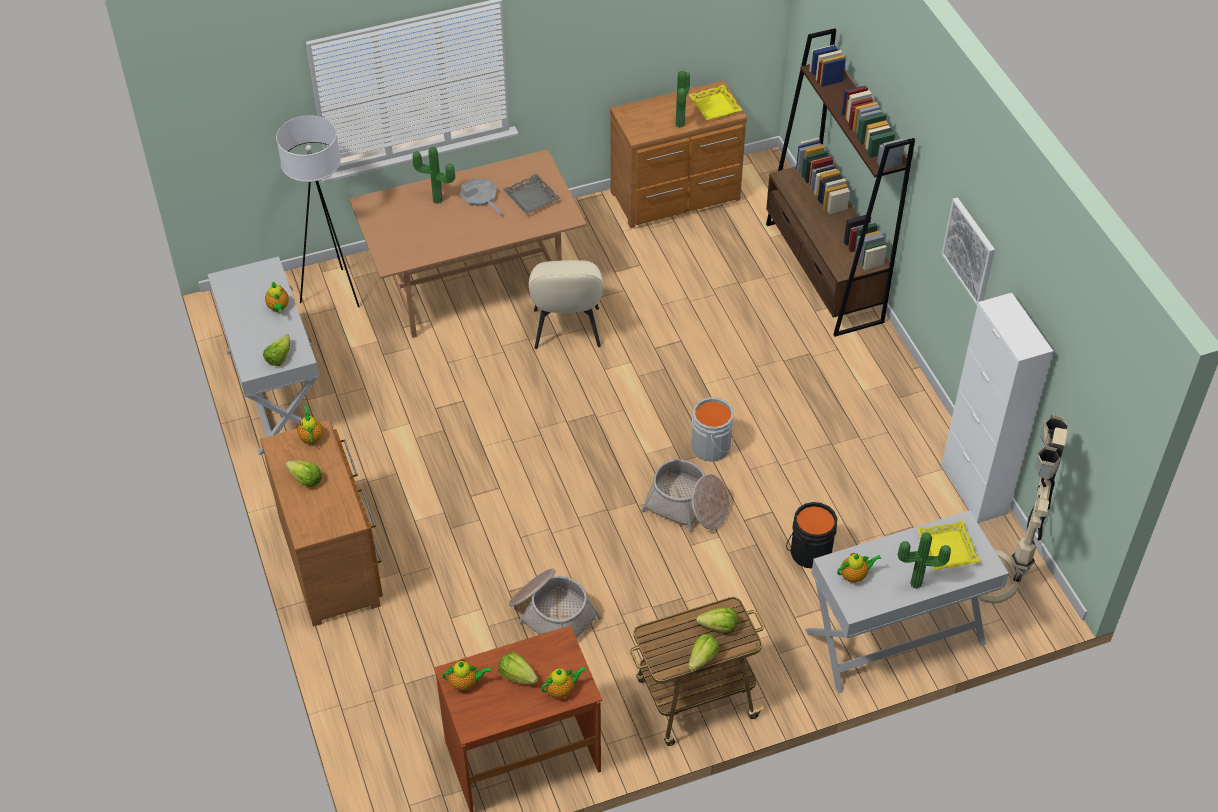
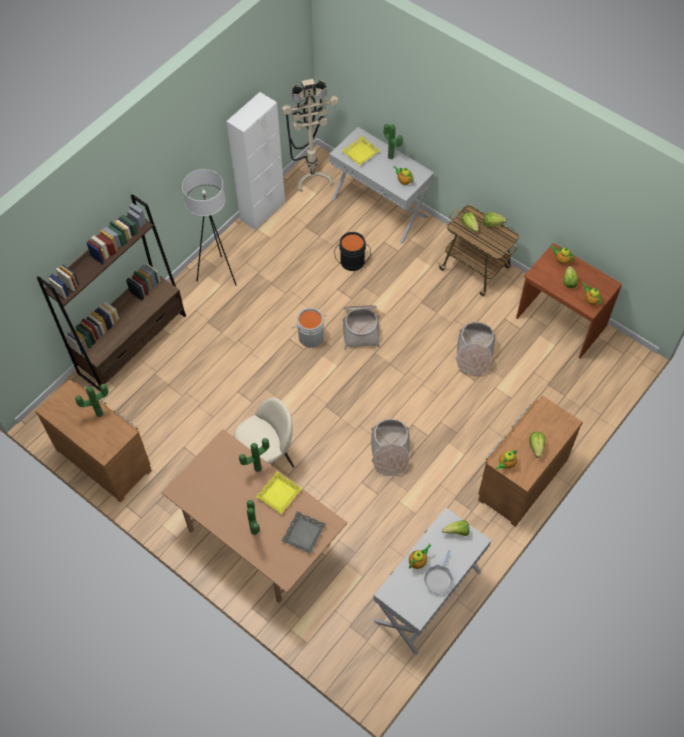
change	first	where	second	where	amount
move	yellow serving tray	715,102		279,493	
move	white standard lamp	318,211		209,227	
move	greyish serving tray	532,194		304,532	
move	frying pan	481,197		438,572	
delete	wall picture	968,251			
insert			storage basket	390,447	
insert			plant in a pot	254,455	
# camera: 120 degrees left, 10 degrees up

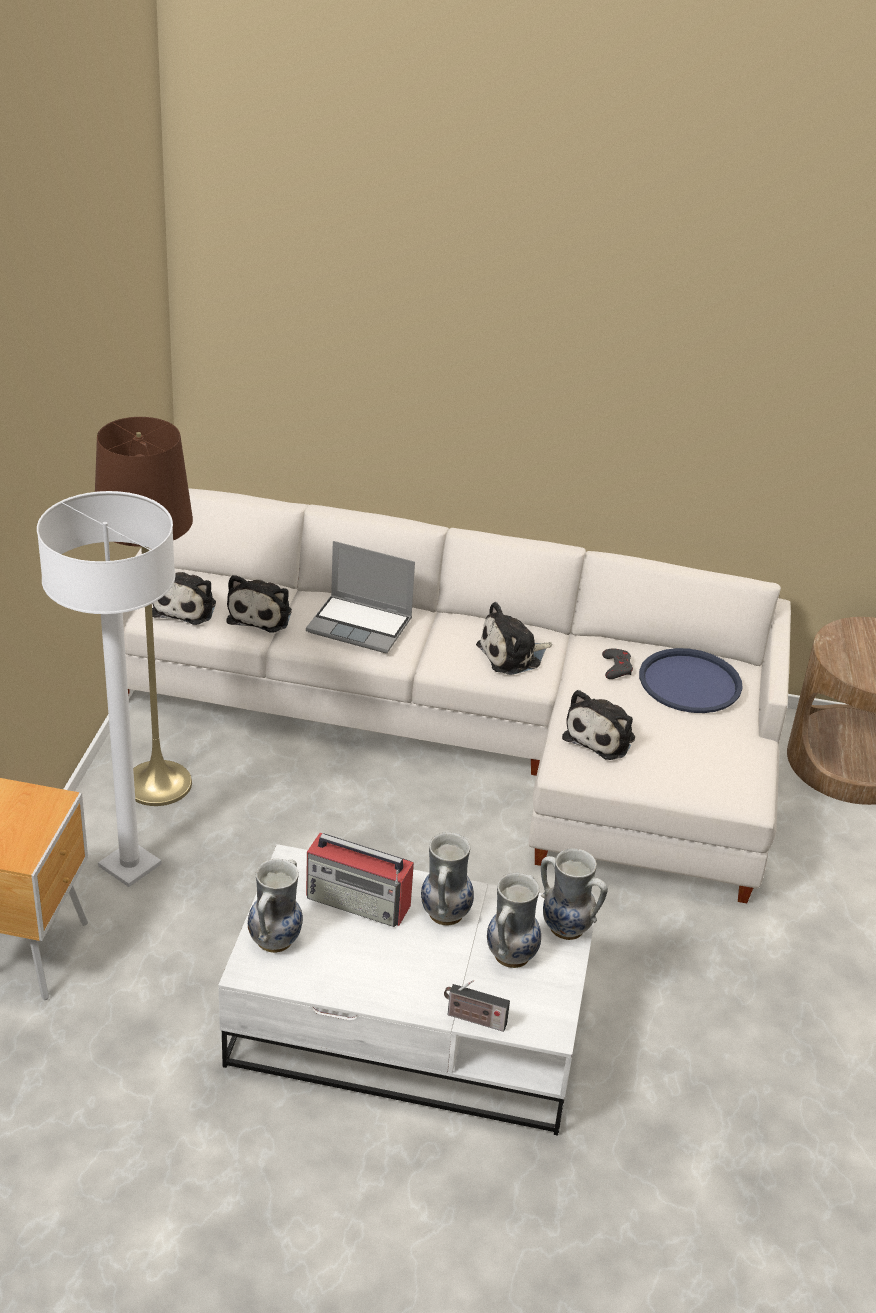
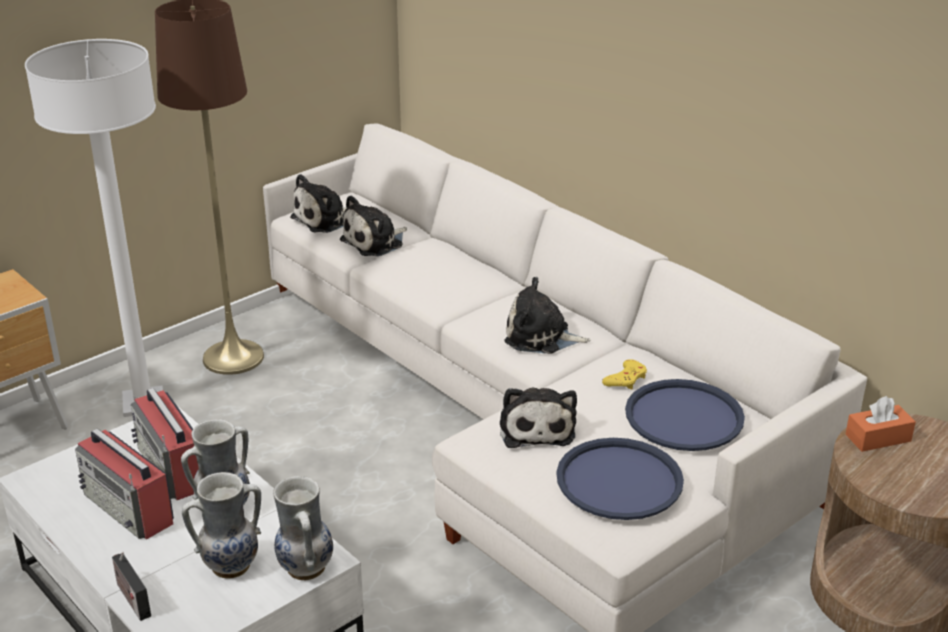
change	first	where	second	where	amount
delete	portable computer	360,597			
recolor	greyish gamepad	617,663	yellow gamepad	624,374	
rotate	plush toy	598,725		538,417	75 degrees counterclockwise
delete	decorative vase	275,905			
insert			orangey tissue holder	880,424	
insert			radio receiver	124,484	
insert			bluish serving tray	620,479	
# camera: 40 degrees right, 5 degrees down

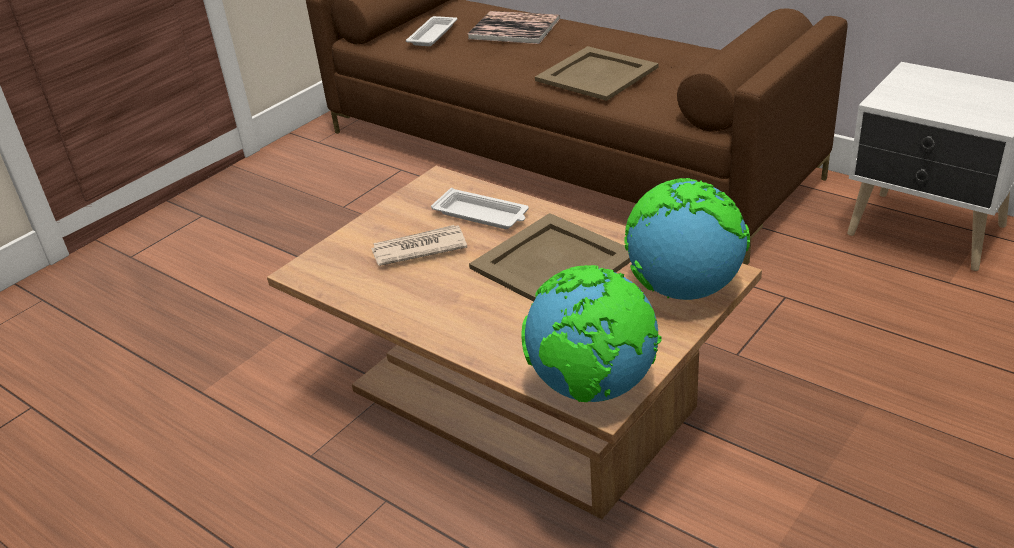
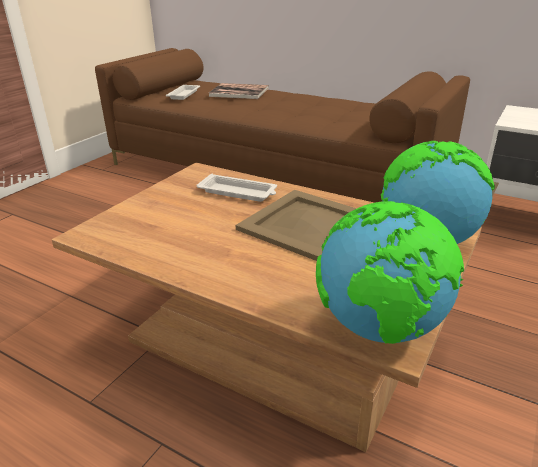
change	first	where	second	where	amount
delete	beige-coloured serving tray	597,73			
delete	daily paper	419,245			
# camera: 10 degrees left, 5 degrees down

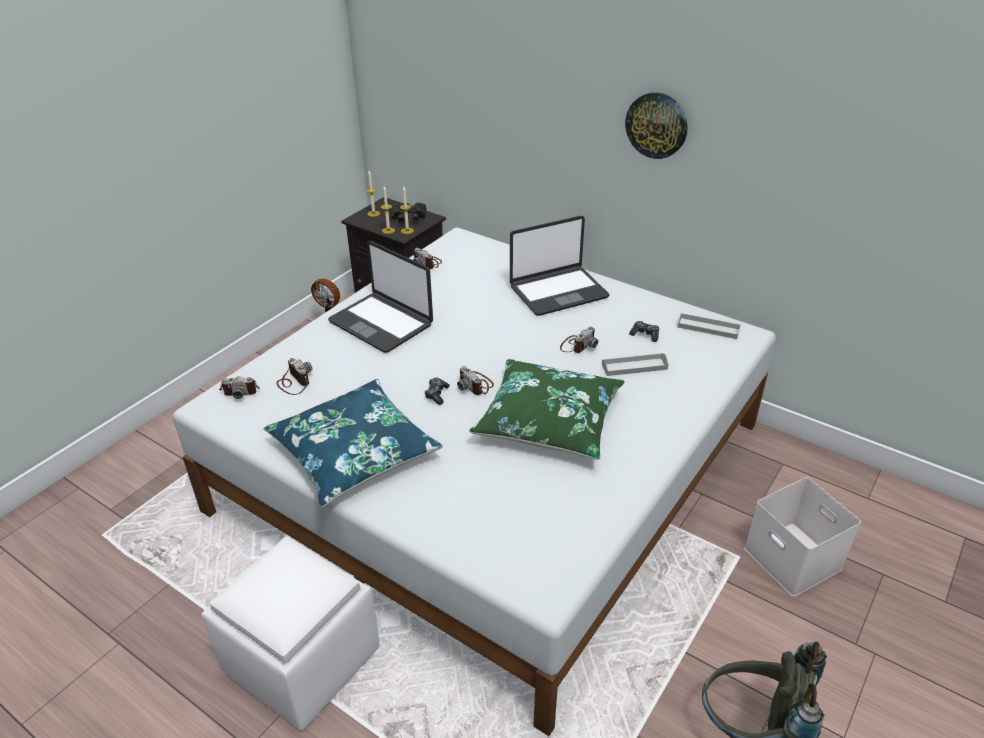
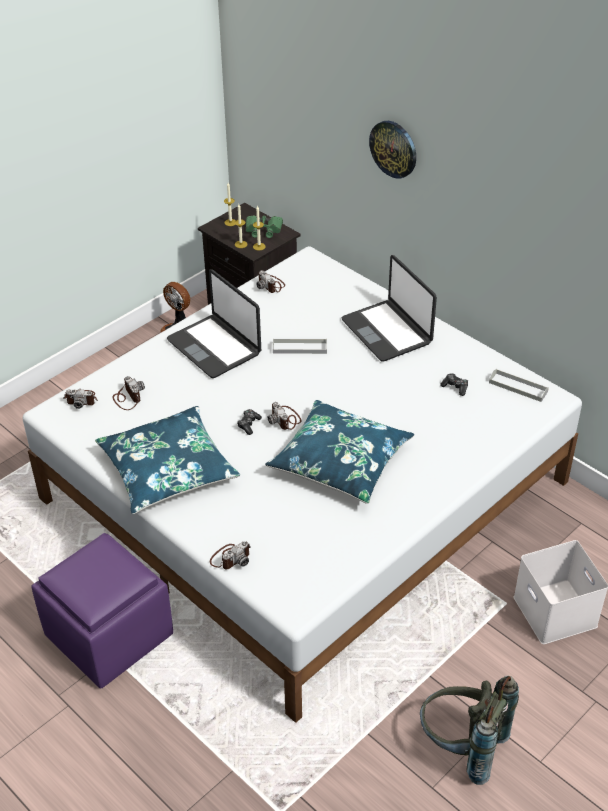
change	first	where	second	where	amount
move	wall clock	656,125		392,149	
recolor	black binoculars	407,213	green-coloured binoculars	264,226	
rotate	portable computer	559,266		389,308	75 degrees clockwise
move	still camera	579,339		230,555	
move	greyish serving tray	635,364		300,346	
recolor	green-coloured cushion	546,409	bluish cushion	339,452	
recolor	white footrest	290,634	purple-coloured footrest	102,611	
# camera: 10 degrees right, 5 degrees up

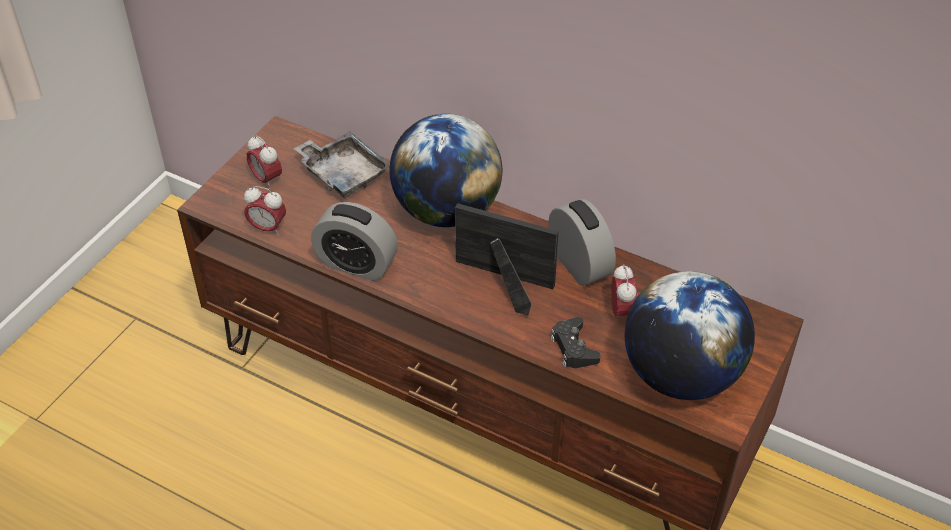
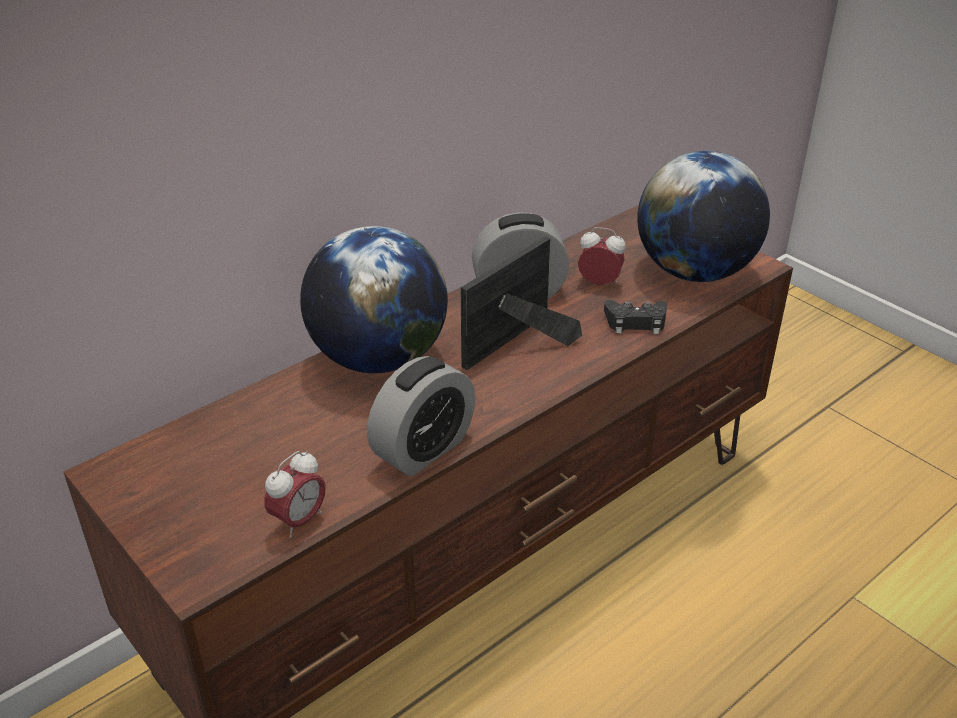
change	first	where	second	where	amount
delete	greyish serving tray	342,164			
delete	bedside clock	264,162			
# camera: 70 degrees left, 10 degrees down

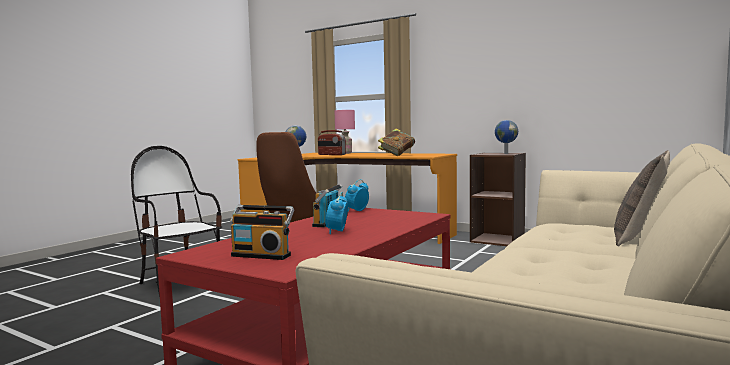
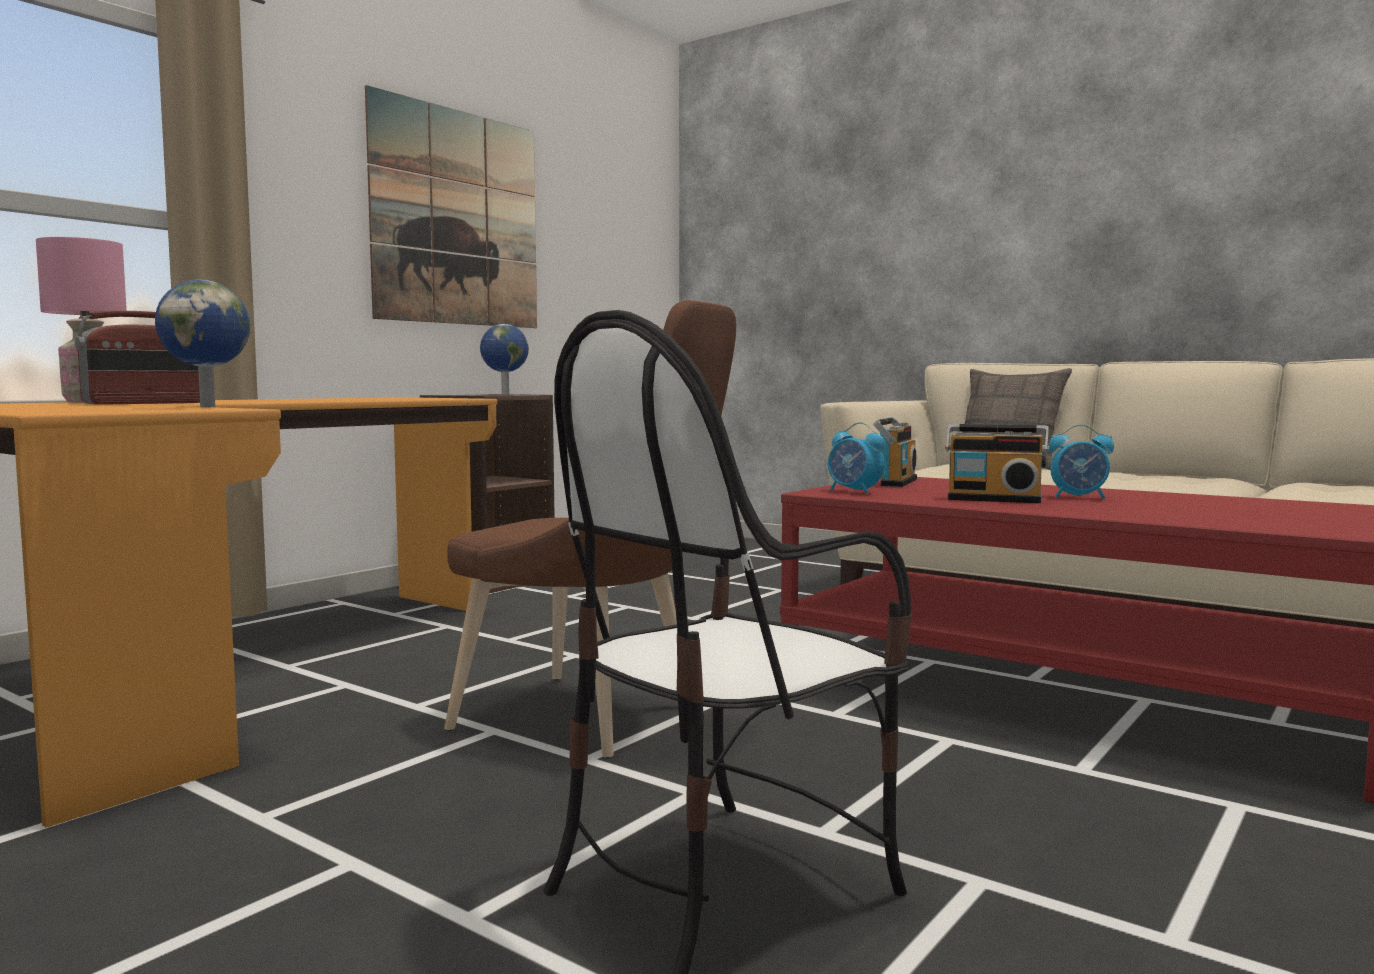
change	first	where	second	where	amount
delete	book	396,142			
move	radio receiver	262,232		895,452	
insert			wall picture	451,206	
# camera: 85 degrees left, 0 degrees up

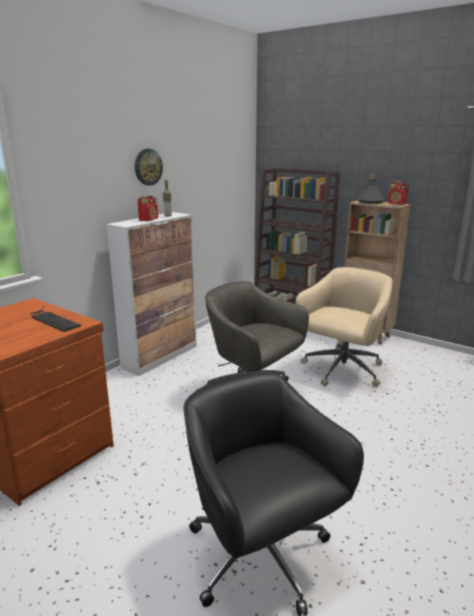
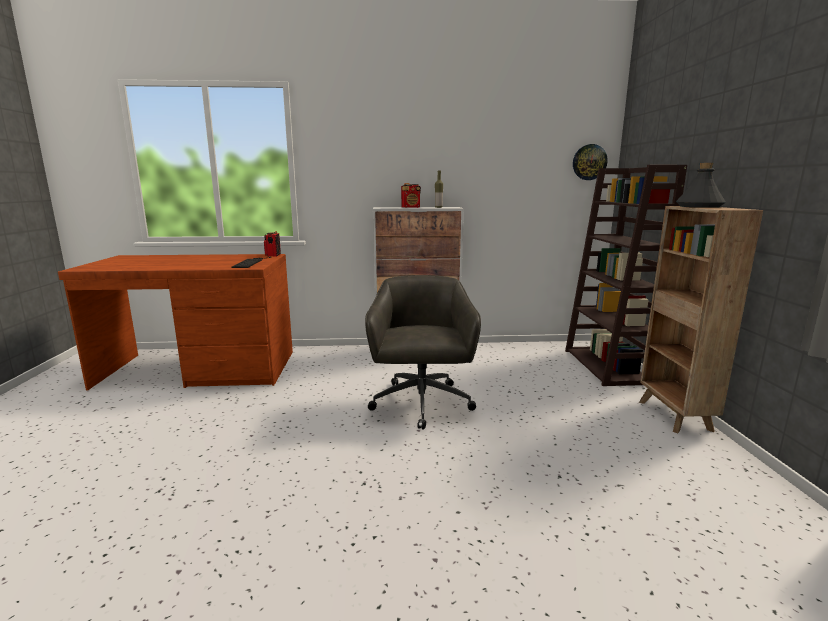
change	first	where	second	where	amount
move	wall clock	149,167		590,162	
move	radio receiver	398,193		272,244	
delete	beige-coloured desk chair	344,327			
delete	black desk chair	274,494			
# camera: 50 degrees right, 5 degrees down

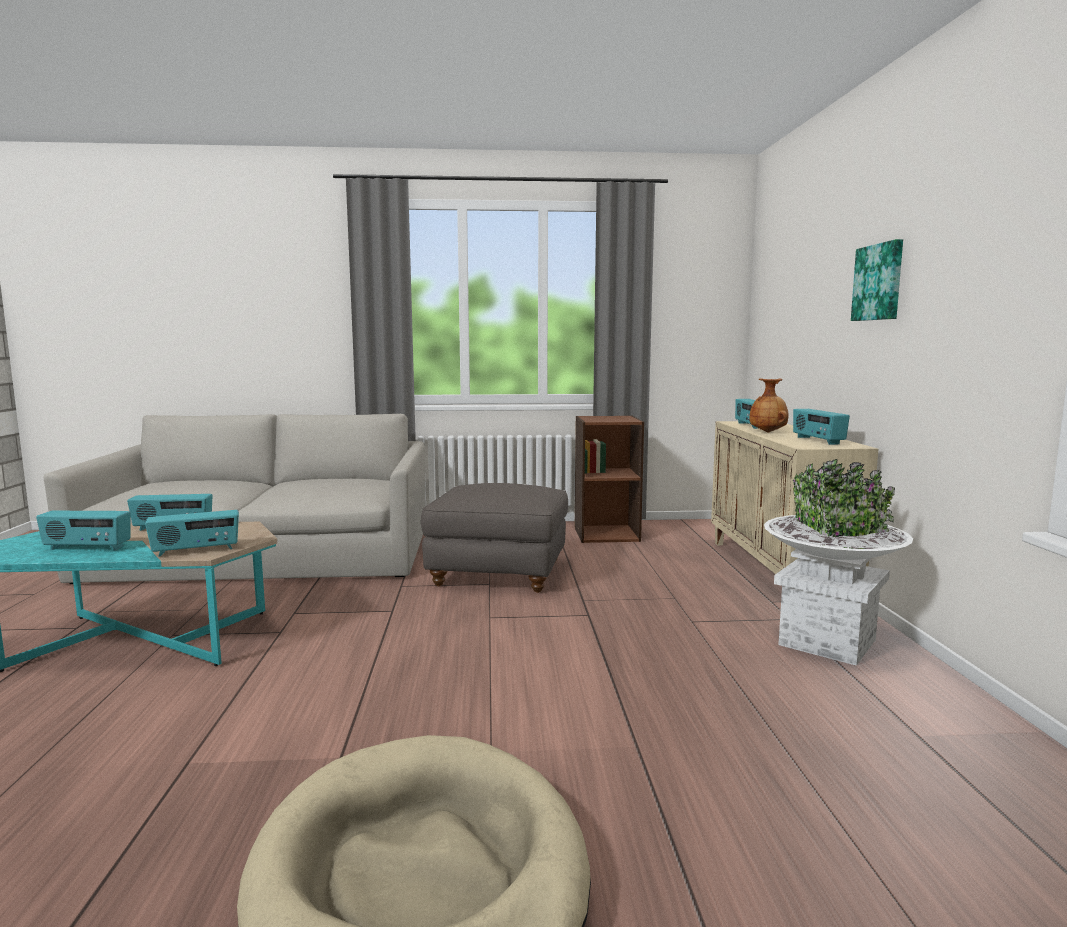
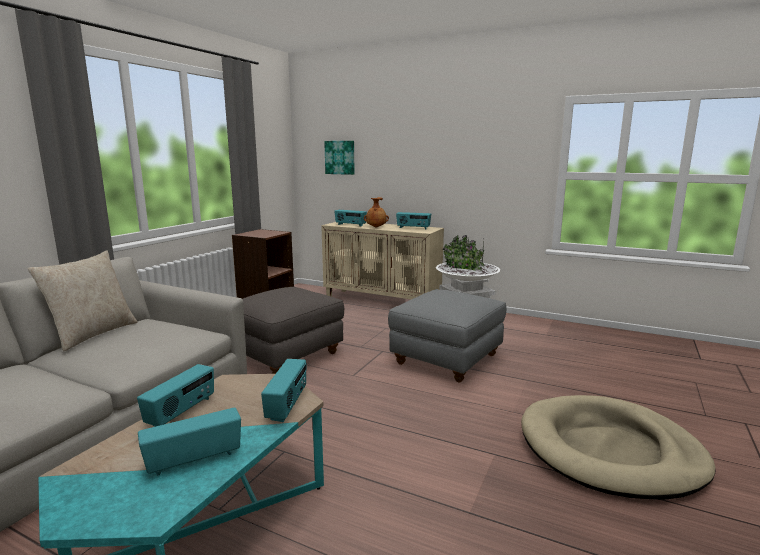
change	first	where	second	where	amount
move	wall picture	877,280		339,158	
rotate	radio receiver	83,530		189,441	150 degrees counterclockwise
insert			beige-coloured cushion	83,300	
insert			greyish footrest	447,336	
# camera: 60 degrees left, 5 degrees up

